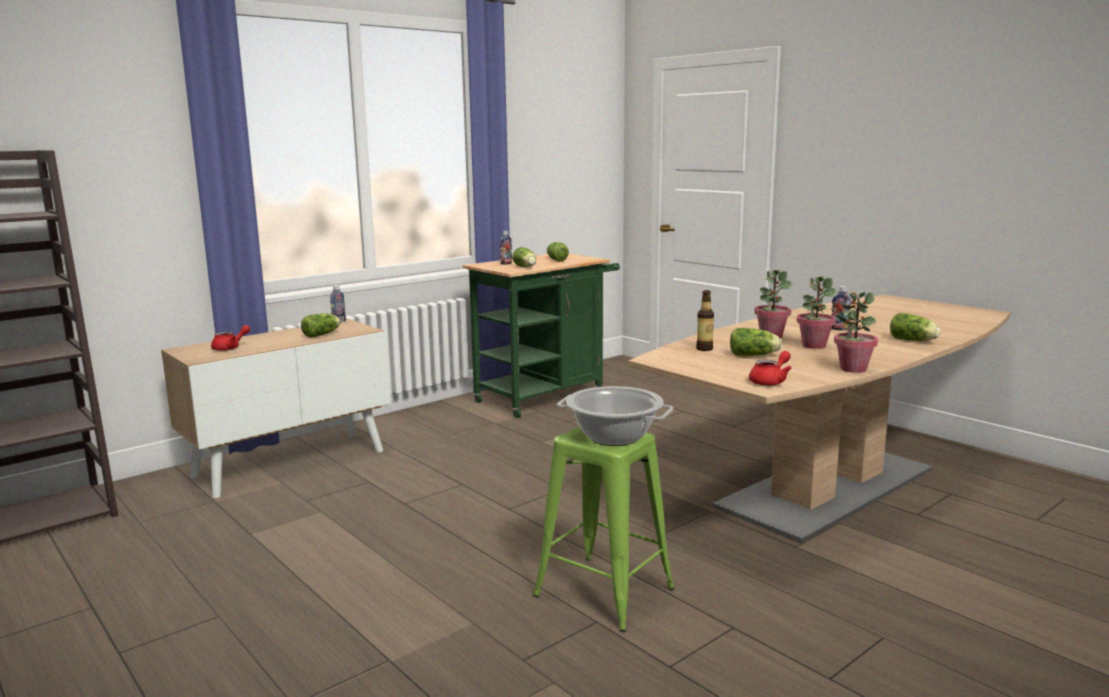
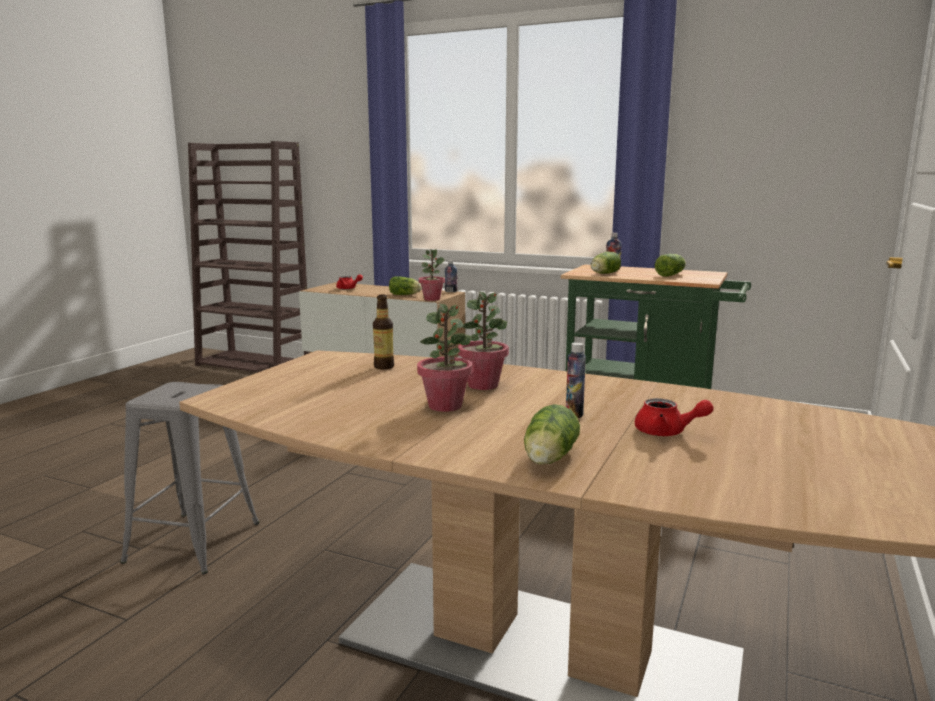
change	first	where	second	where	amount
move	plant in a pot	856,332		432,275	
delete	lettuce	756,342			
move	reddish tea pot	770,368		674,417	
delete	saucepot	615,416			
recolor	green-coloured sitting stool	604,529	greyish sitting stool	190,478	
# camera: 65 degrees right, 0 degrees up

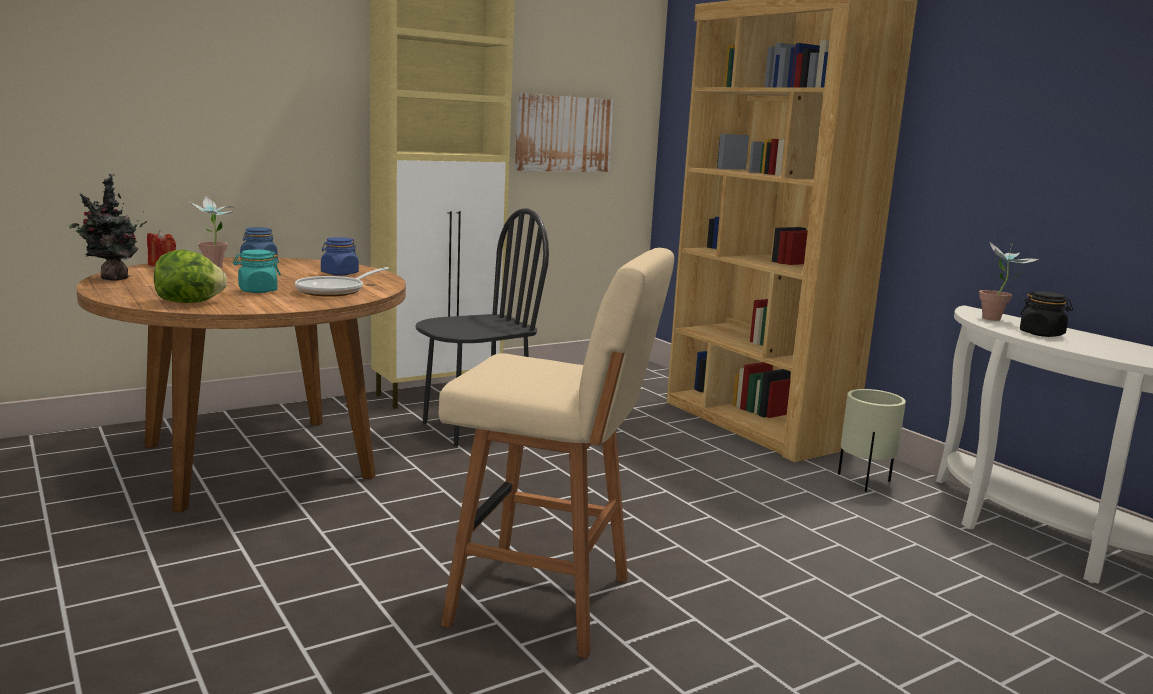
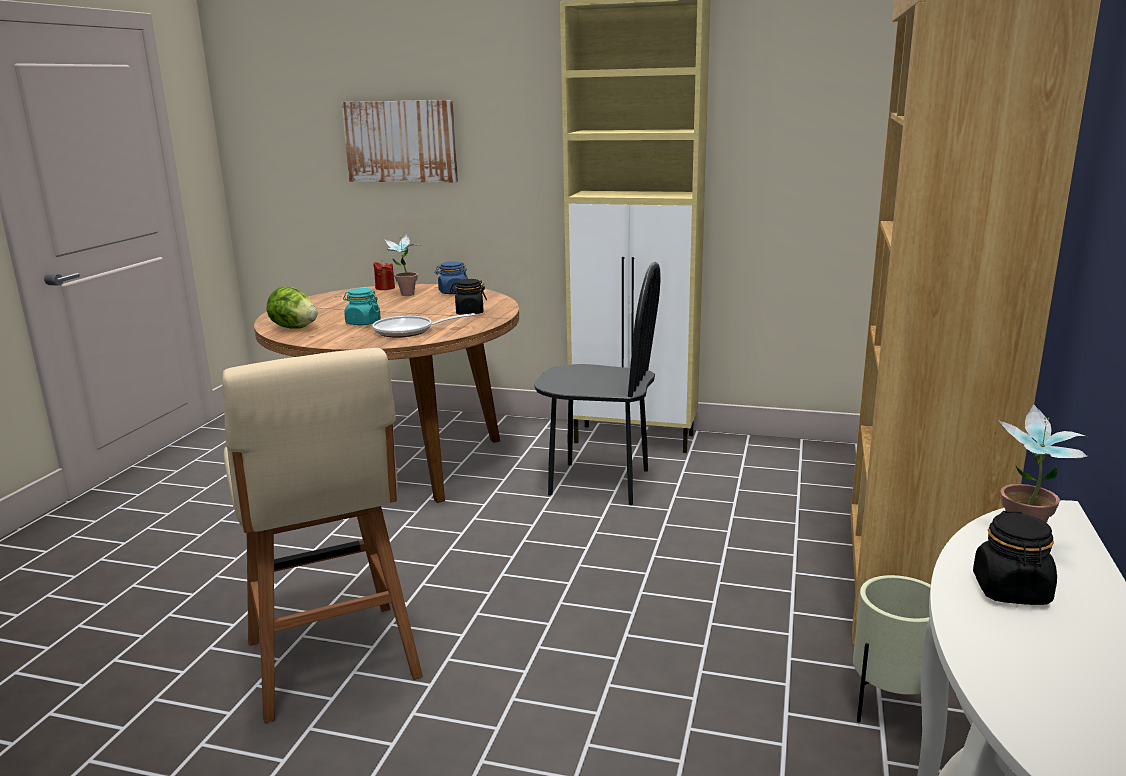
change	first	where	second	where	amount
move	wall picture	564,132		399,141	
delete	plant in a pot	108,227			
recolor	bluish preserve jar	340,256	black preserve jar	468,297	
# camera: 50 degrees right, 5 degrees up

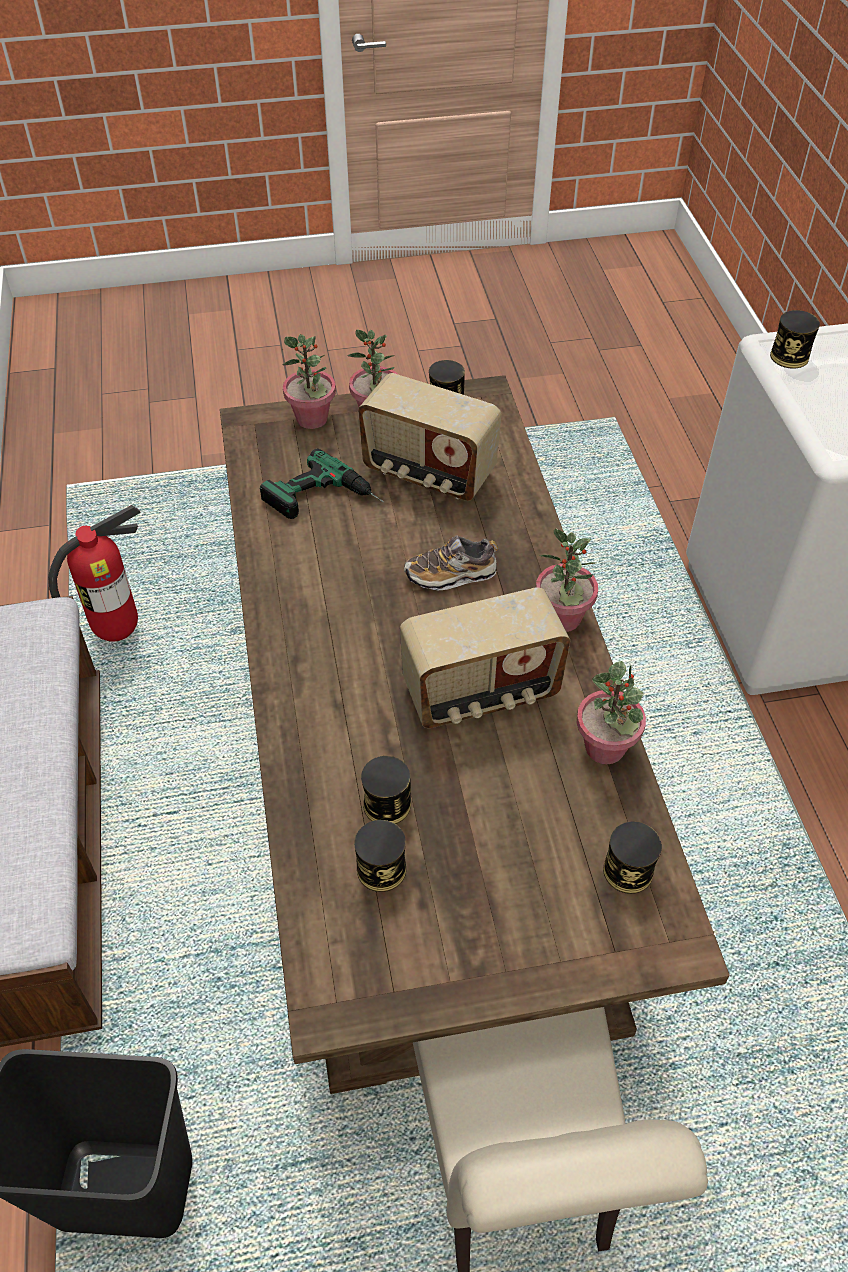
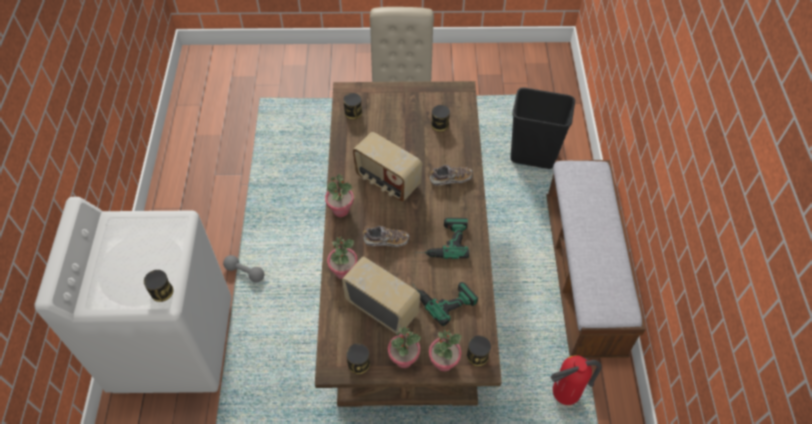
change	first	where	second	where	amount
rotate	radio receiver	485,657		387,167	135 degrees counterclockwise
move	plant in a pot	611,712		342,257	
move	sealed can	386,790		479,351	
insert			item of footwear	451,175	
insert			electric drill	442,238	
insert			greyish dumbbell	243,268	
# camera: 170 degrees left, 5 degrees up

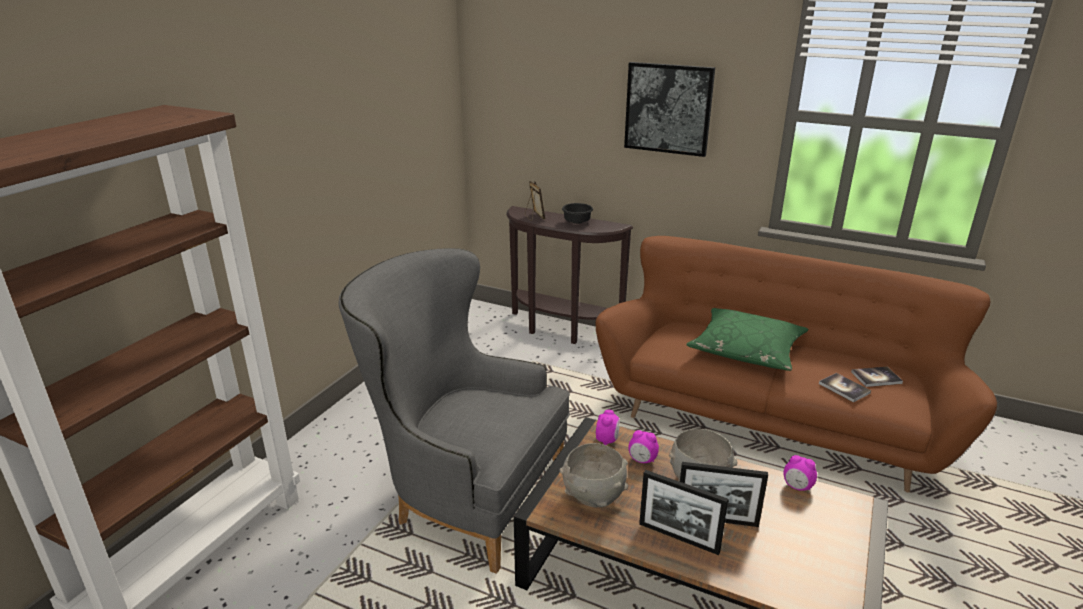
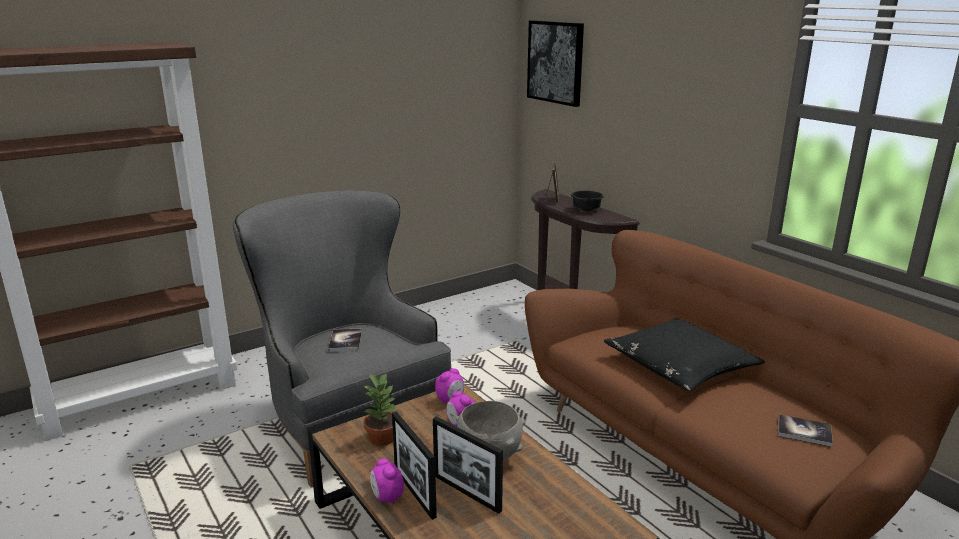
change	first	where	second	where	amount
move	wall picture	669,109		555,63	
recolor	green-coloured cushion	747,339	black cushion	684,354	
move	book	845,388		345,340	
replace	greyish bowl	594,475	plant in a pot	380,409	
move	bedside clock	800,473		387,481	
# camera: 30 degrees right, 5 degrees down

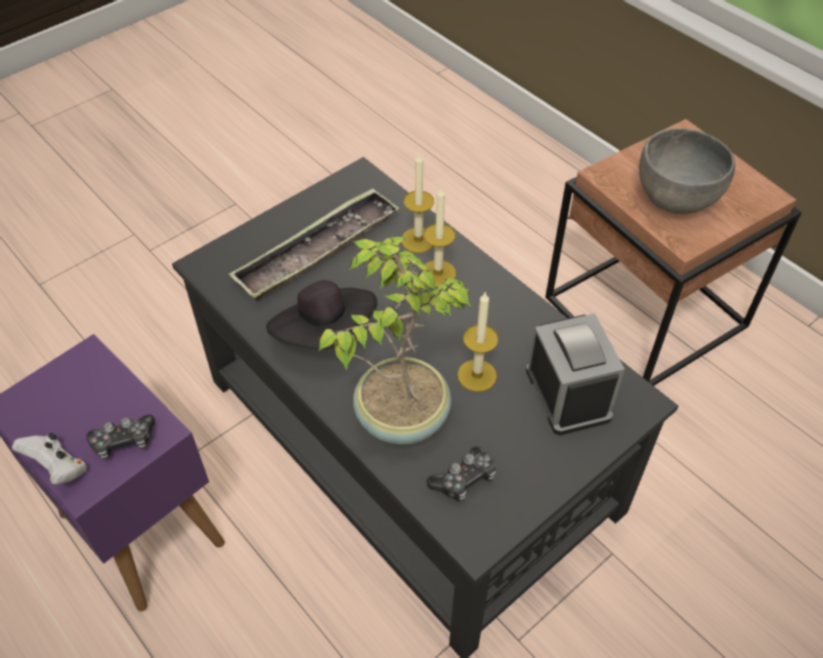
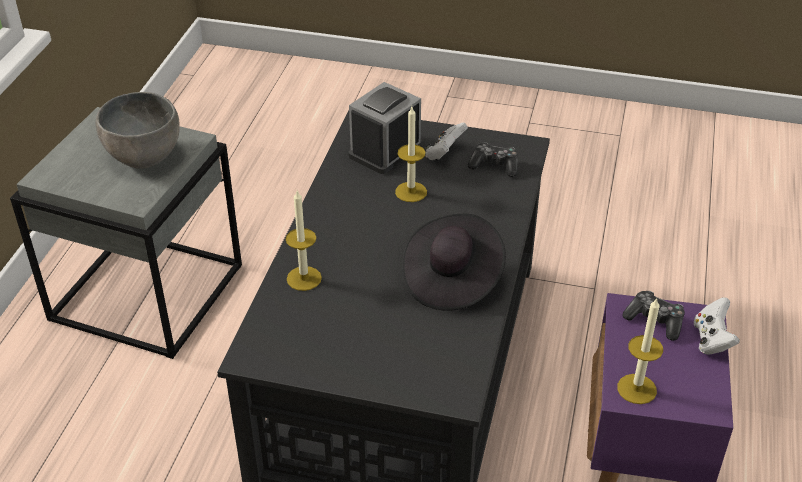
change	first	where	second	where	amount
recolor	brown-coloured side table	673,252	greyish side table	126,233	
move	wax light	438,237		640,350	
delete	serving tray	313,244			
delete	plant in a pot	395,340			
insert			white gamepad	446,141	
# camera: 125 degrees left, 10 degrees down

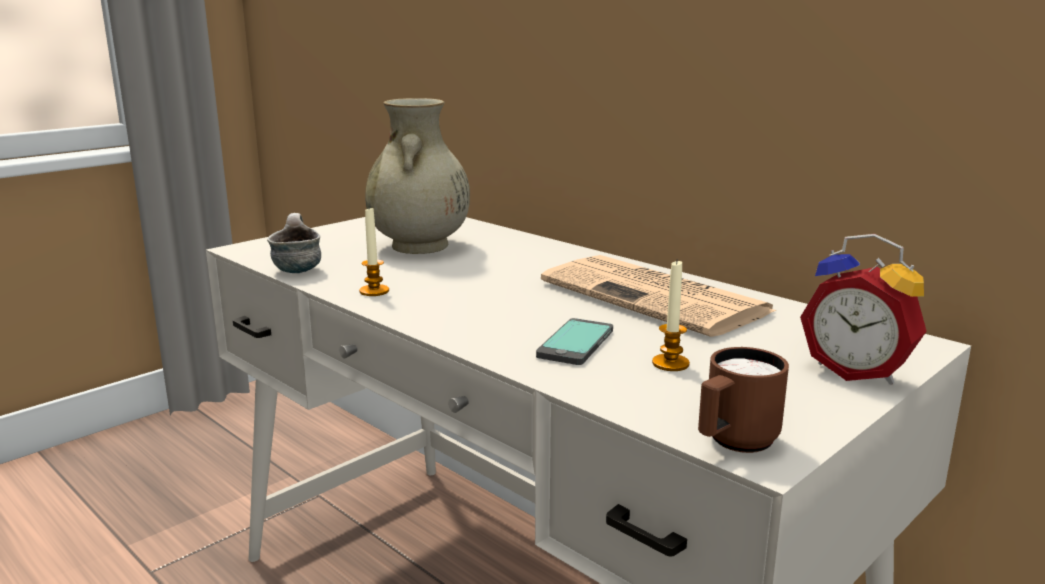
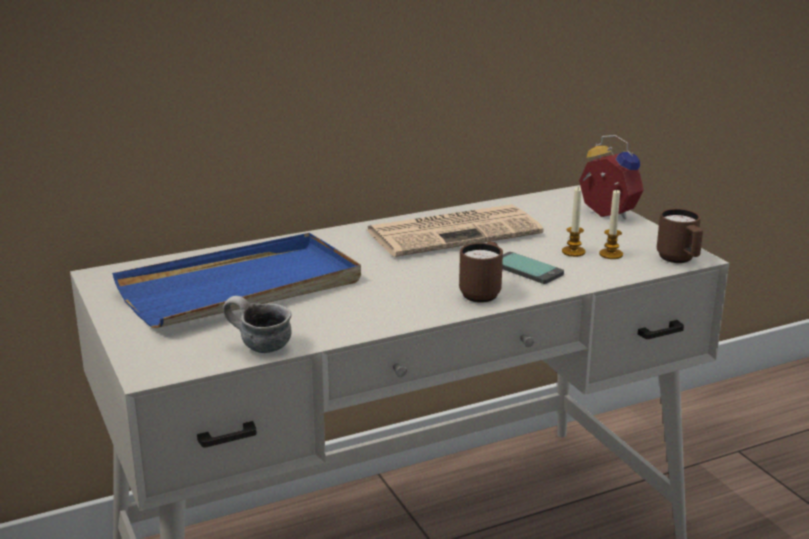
change	first	where	second	where	amount
replace	beige-coloured decorative vase	417,176	bluish serving tray	236,280	
move	wax light	374,251		611,224	
rotate	bedside clock	863,309		611,177	105 degrees counterclockwise
insert			brown-coloured tea mug	481,272	
# camera: 70 degrees left, 5 degrees up

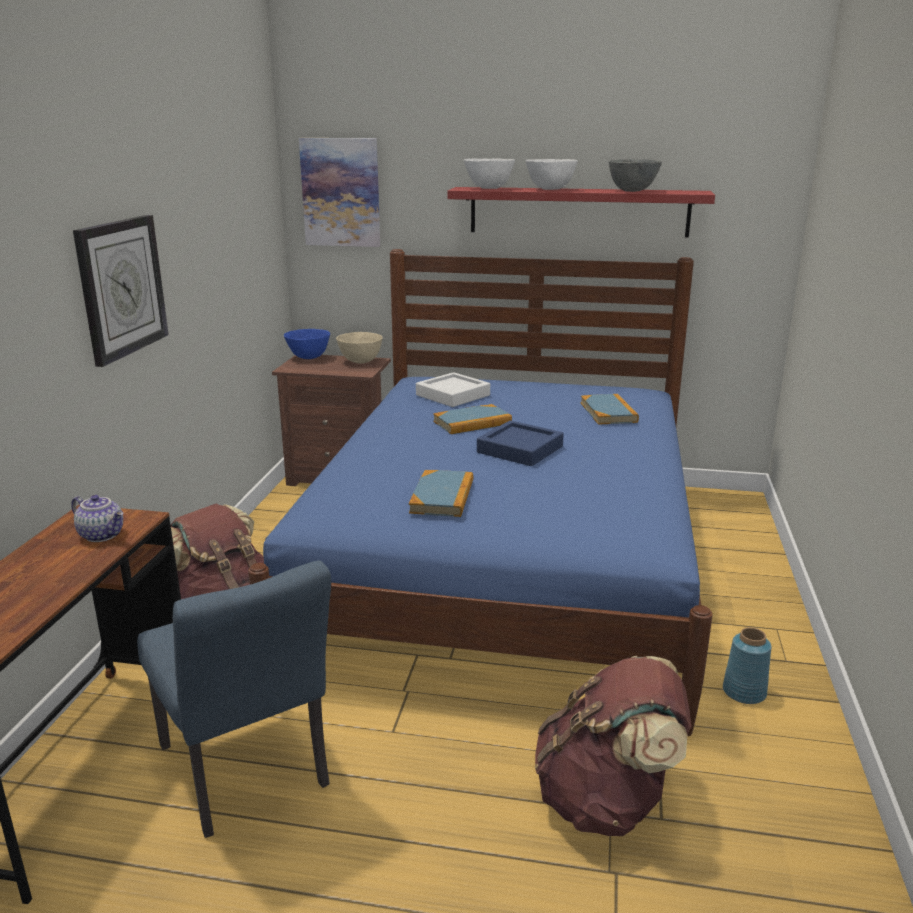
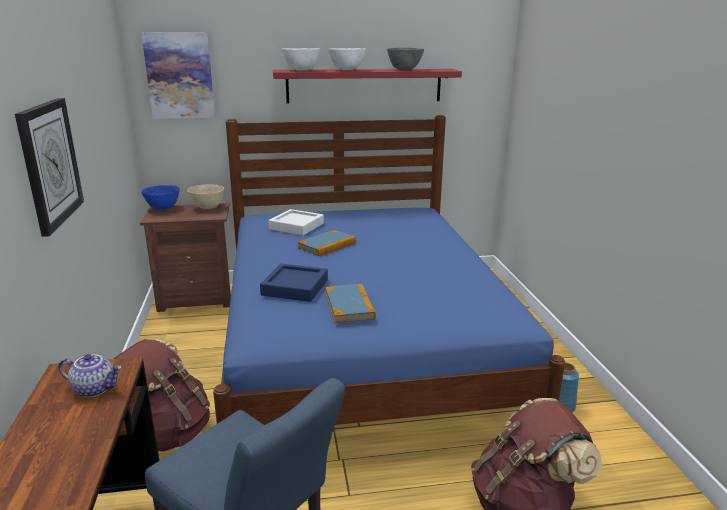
change	first	where	second	where	amount
delete	book	610,409			
move	bluish serving tray	520,443		294,283	
# camera: 20 degrees left, 0 degrees up

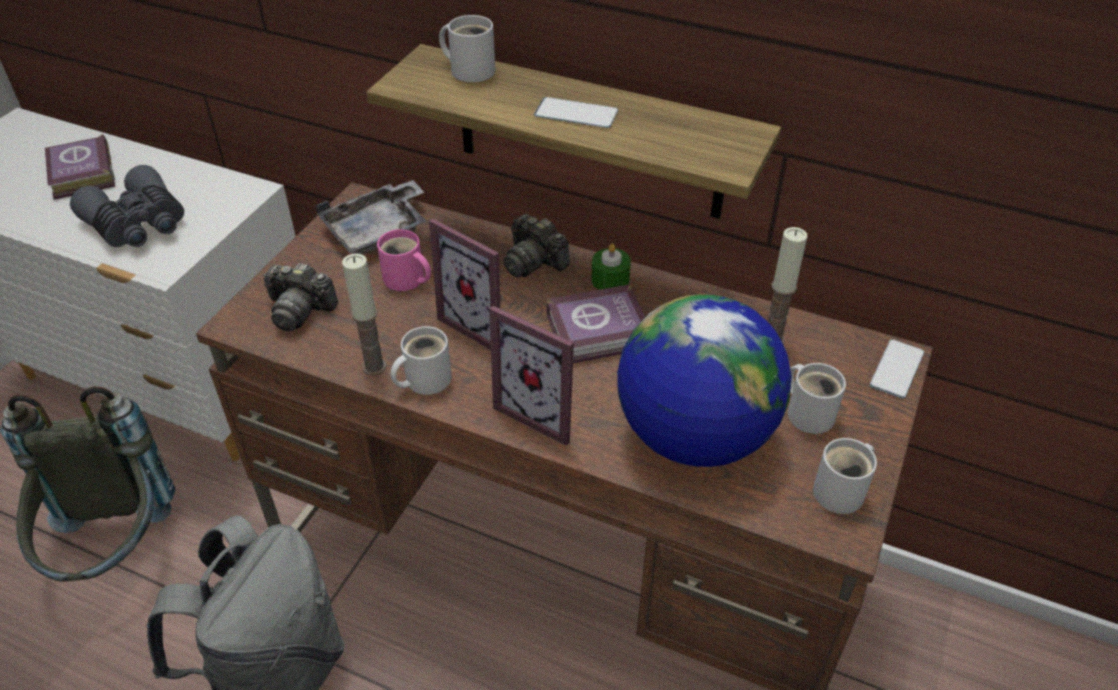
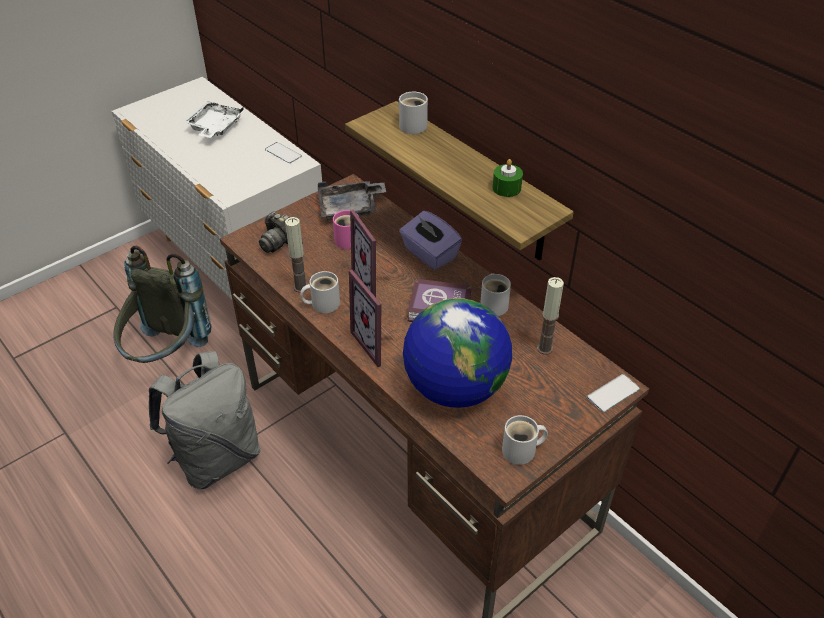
change	first	where	second	where	amount
move	phone	576,112		283,152	
replace	book	80,167	white serving tray	213,119	
delete	greyish binoculars	127,206			
replace	still camera	537,245	purple-coloured tissue holder	430,240	
move	green-coloured wax light	611,266		508,178	
move	white tea mug	817,398		495,295	
# camera: 25 degrees right, 0 degrees up

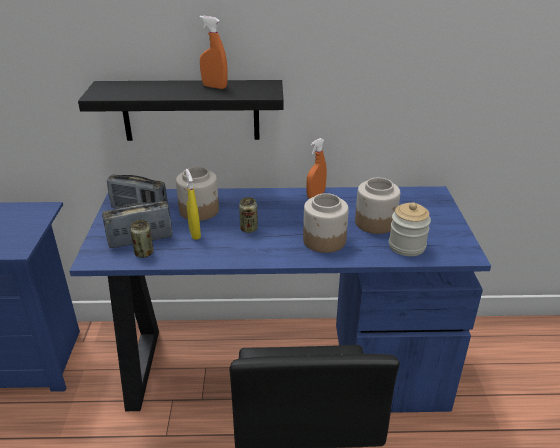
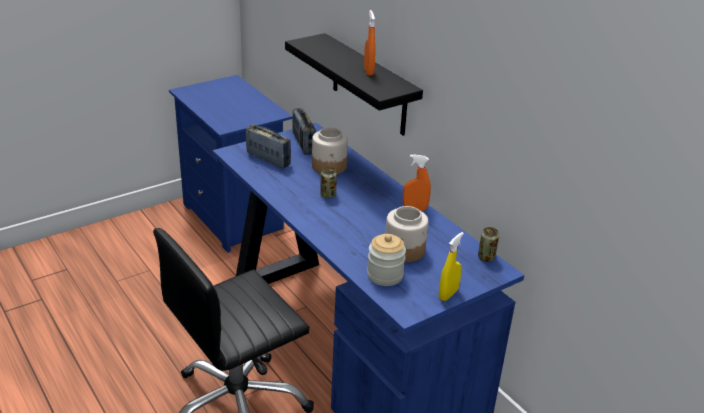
change	first	where	second	where	amount
move	yellow hand sprayer	193,204		451,266	
delete	preserve jar	326,223			
move	sealed can	142,239		488,244	
# camera: 55 degrees right, 0 degrees up

